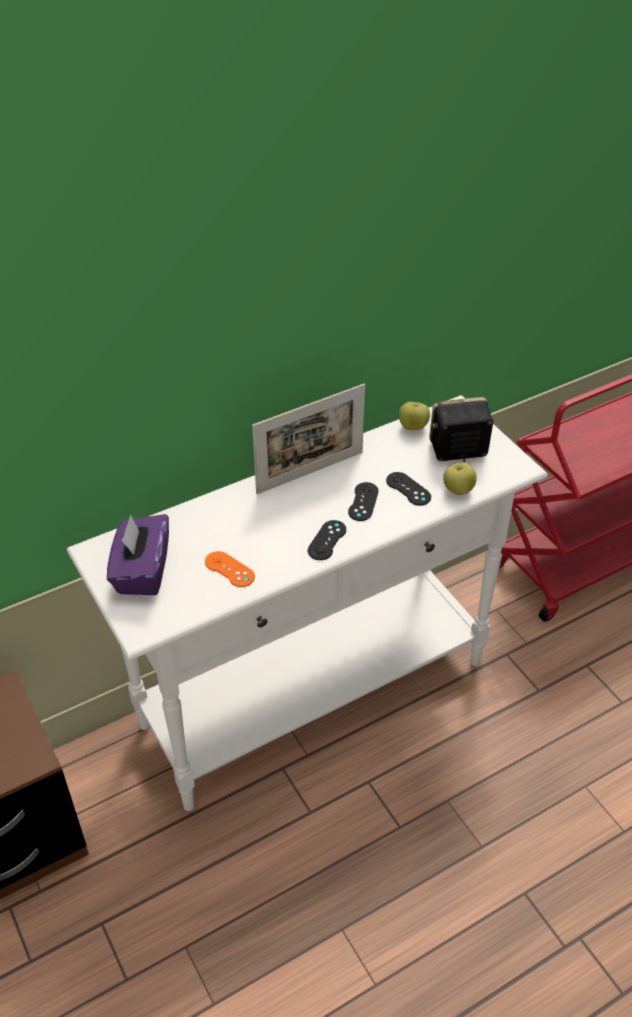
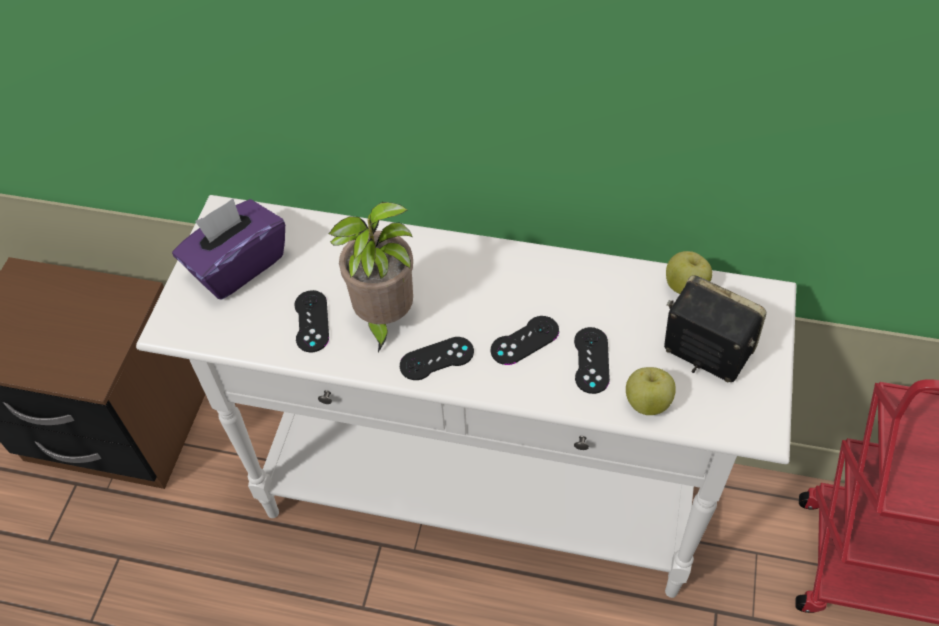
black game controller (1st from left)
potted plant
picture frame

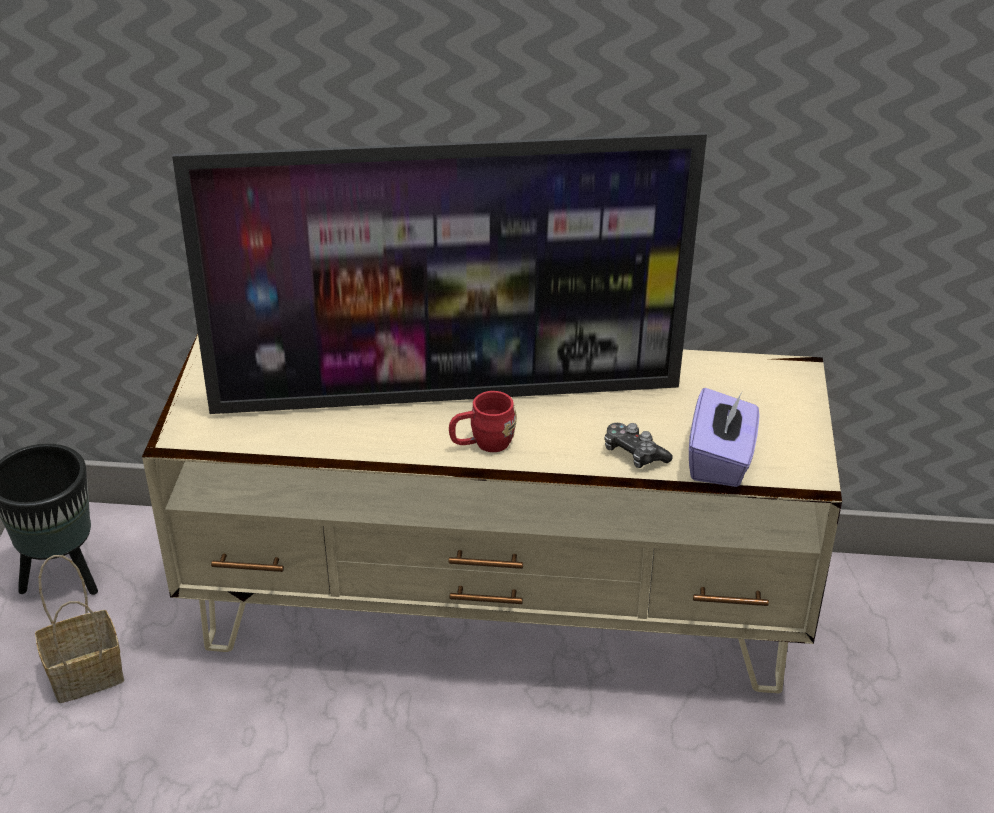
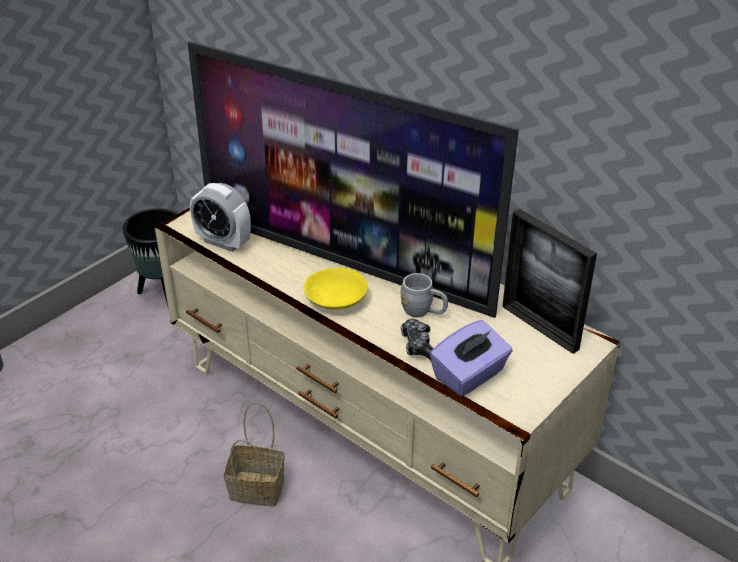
alarm clock
basket
yellow bowl
grey mug
picture frame

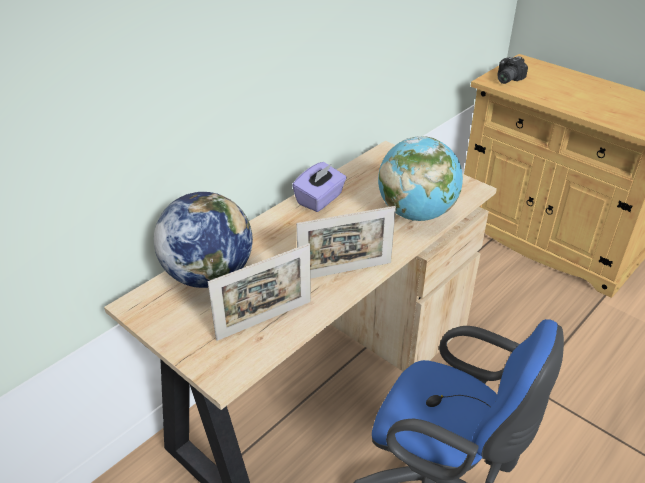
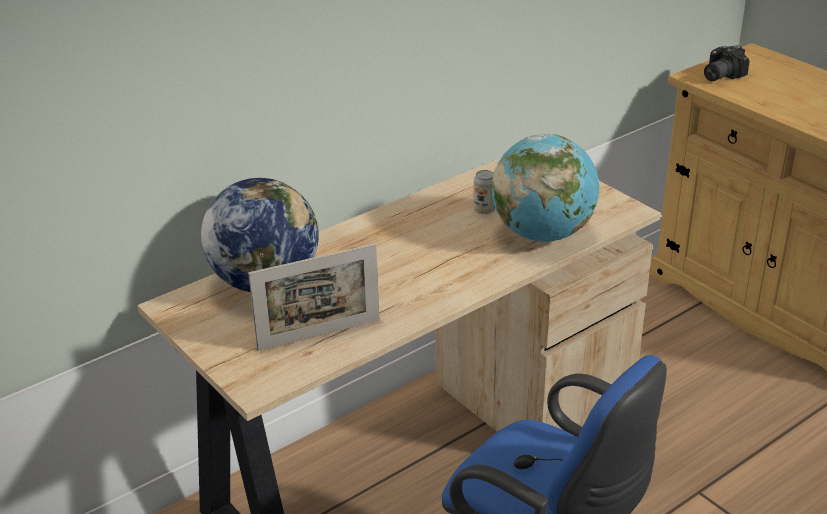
can
purple tissue box
picture frame (2nd from left in the first image)

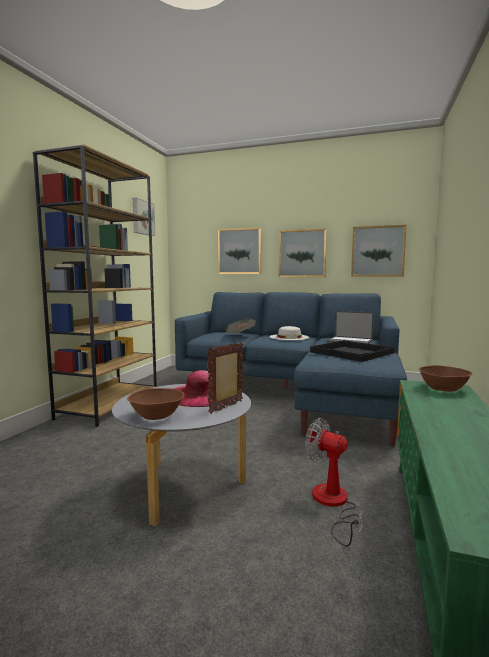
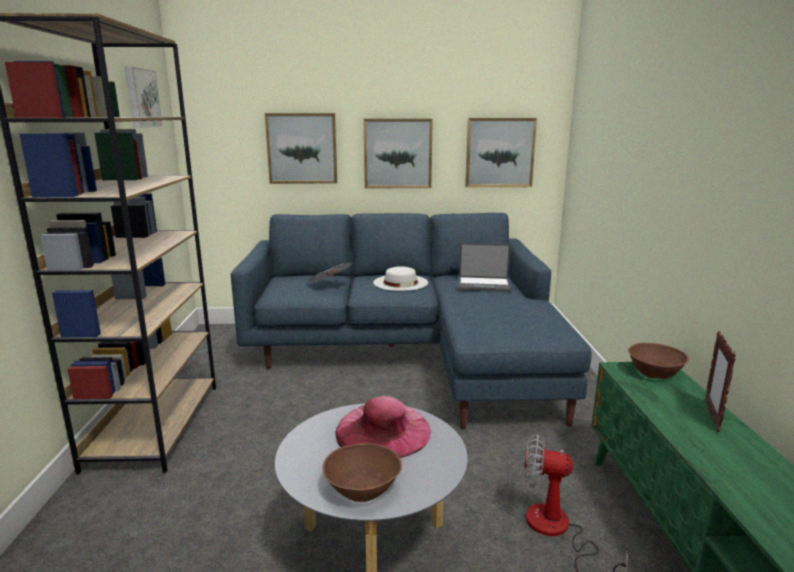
picture frame
black tray

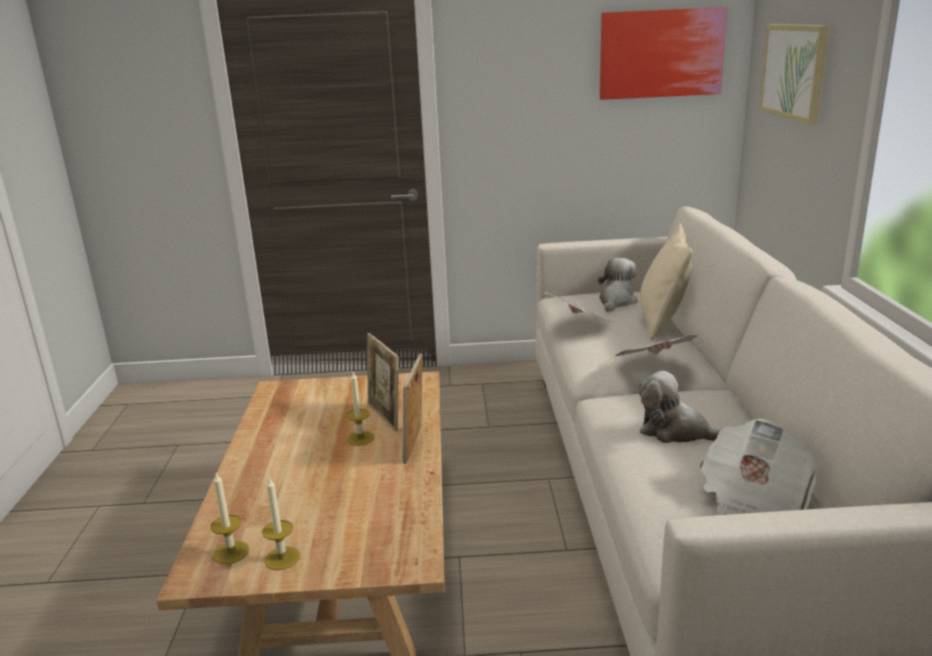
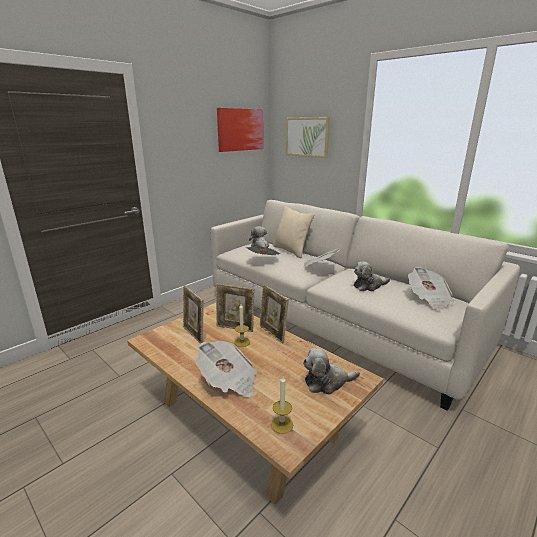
picture frame (1st from left)
newspaper (1st from left)
plush toy (2nd from left)
candle (2nd from left in the first image)

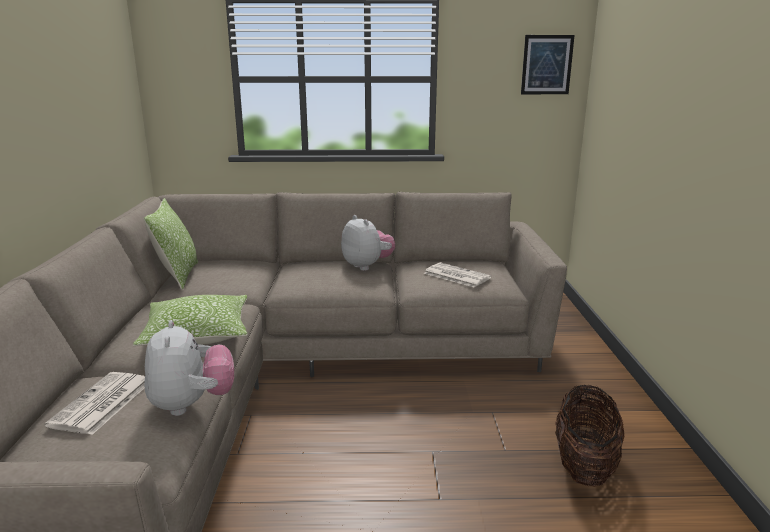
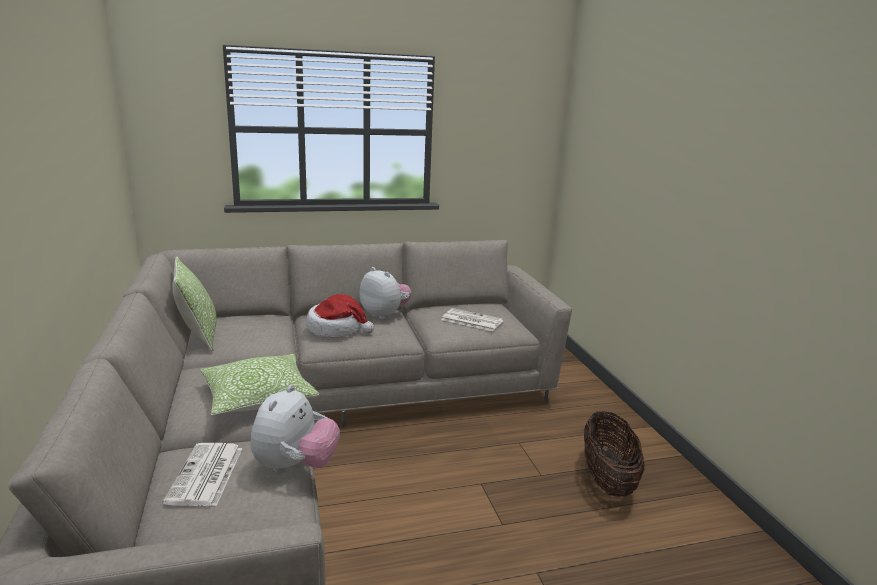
plush toy (1st from left)
hat
picture

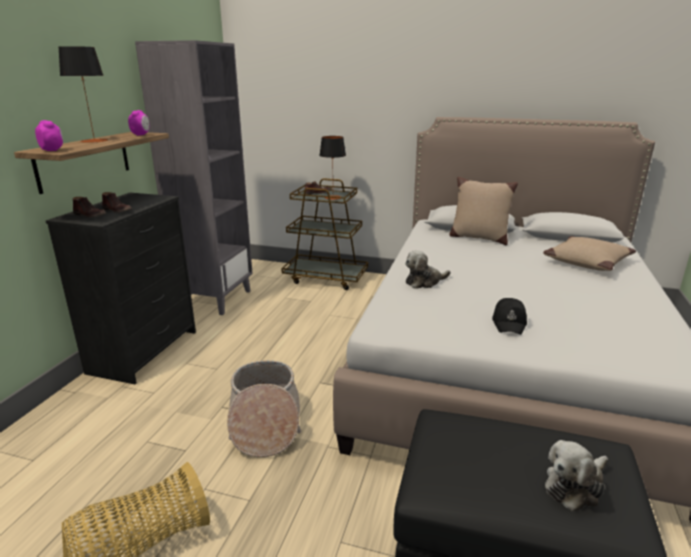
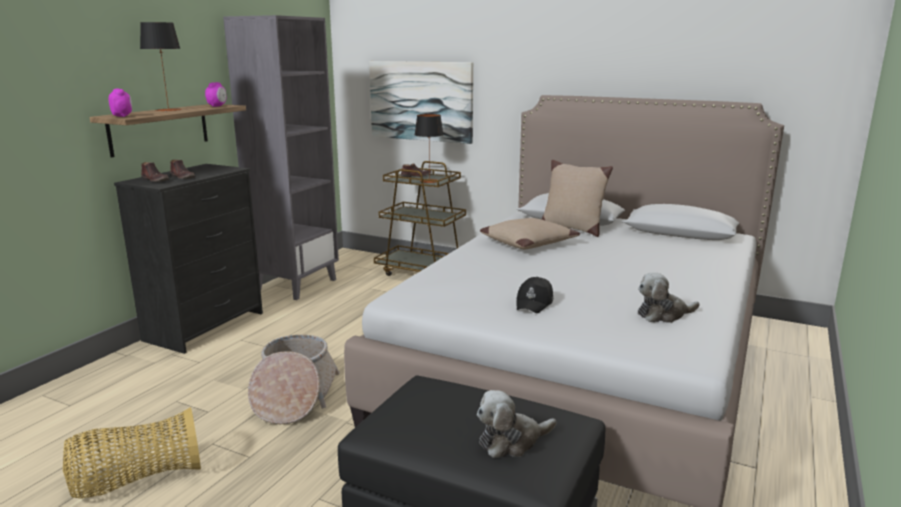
picture
beige pillow (1st from left)
plush toy (2nd from left)

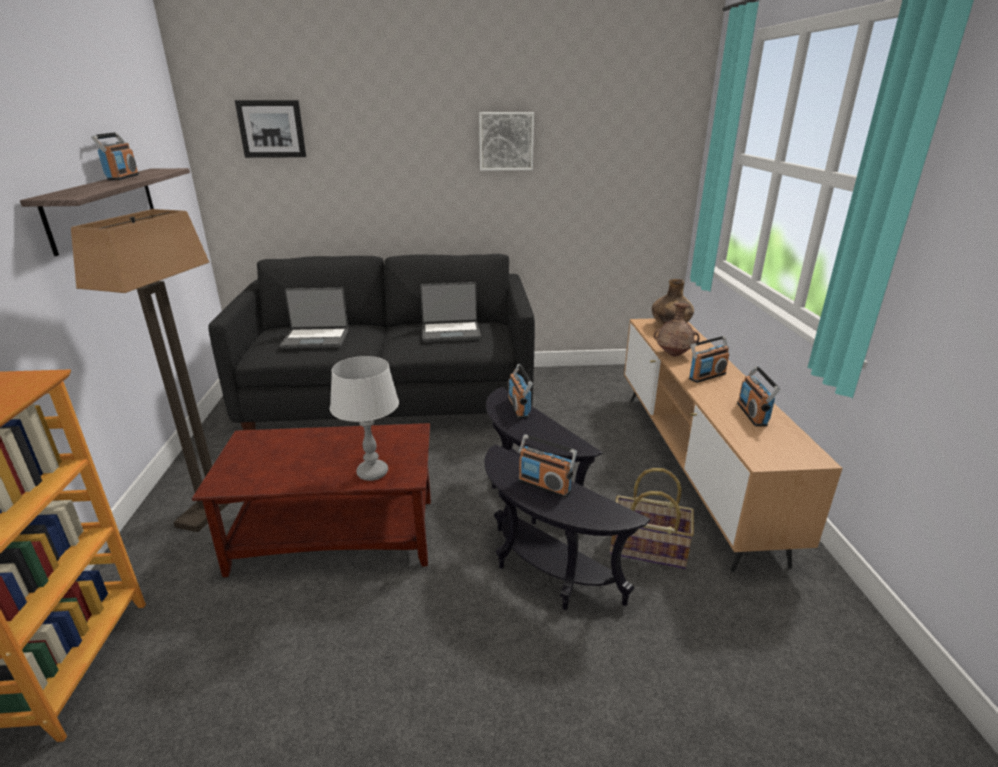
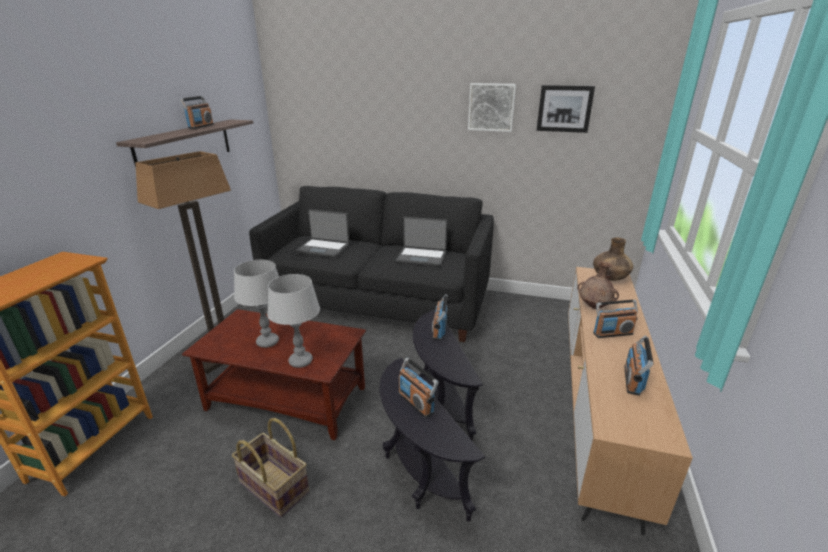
basket
grey table lamp (1st from left)
picture (2nd from left)

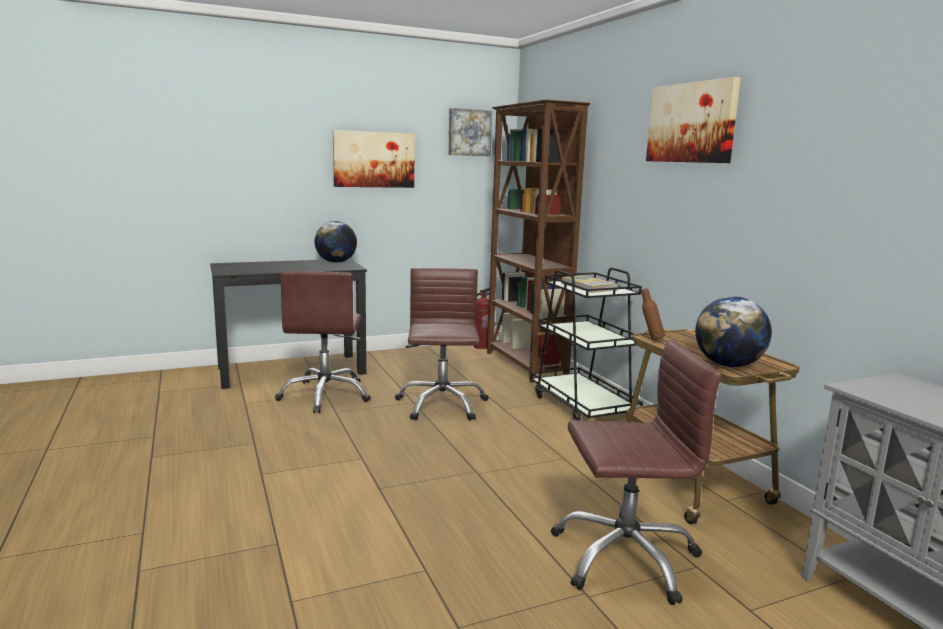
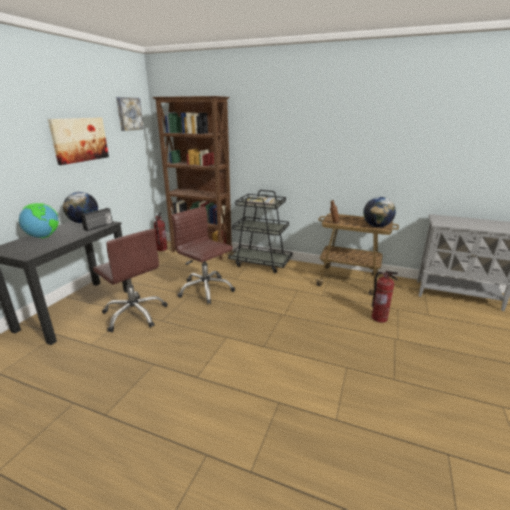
globe (1st from left)
radio
fire extinguisher (2nd from left)
picture (3rd from left in the first image)

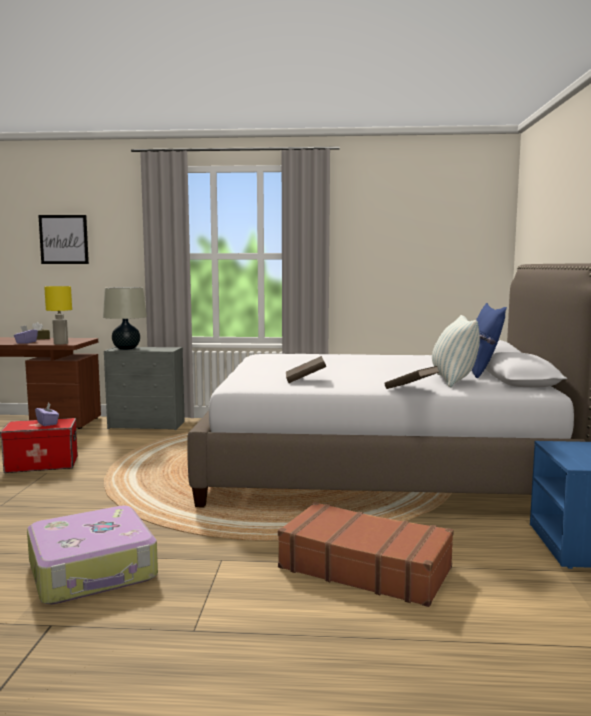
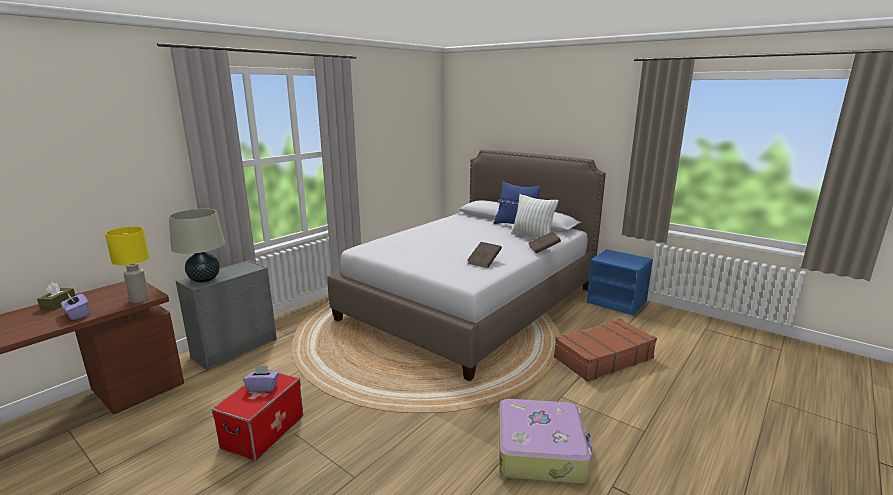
picture

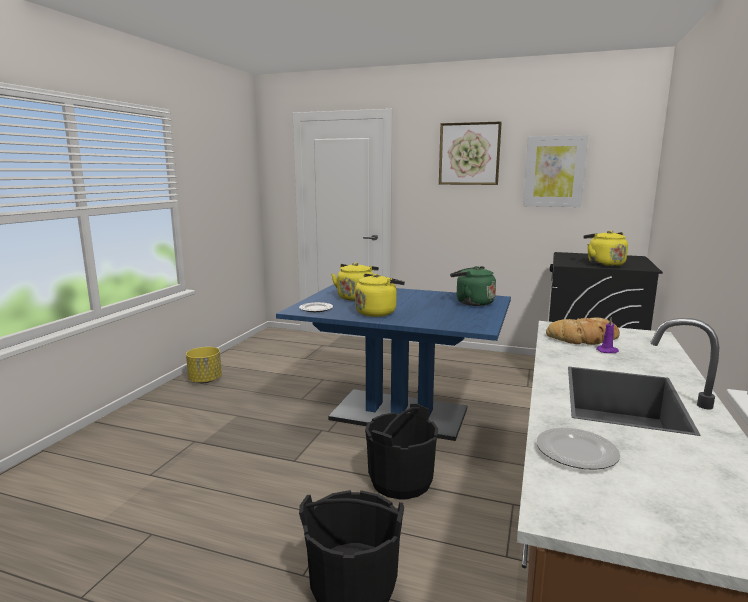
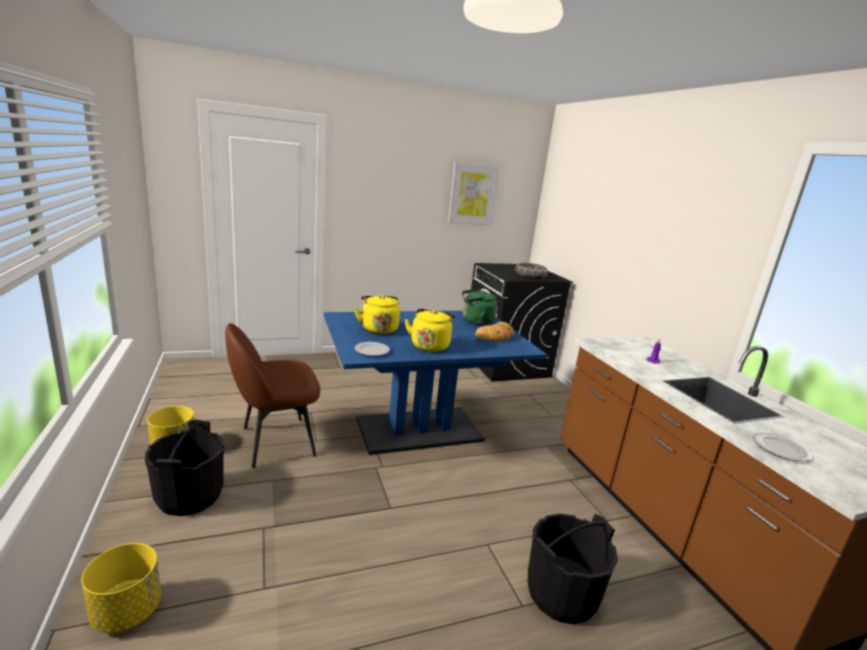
yellow planter (1st from left)
black bucket (1st from left)
brown chair
bread
bowl
picture (1st from left in the first image)

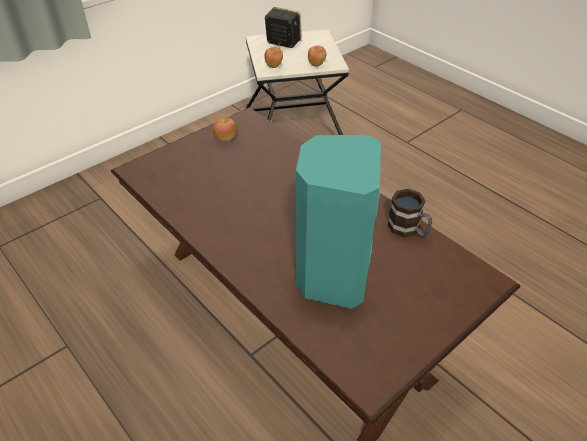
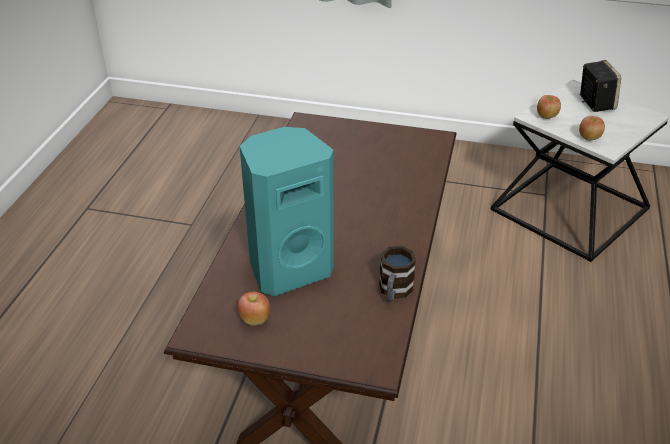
apple (1st from left)

